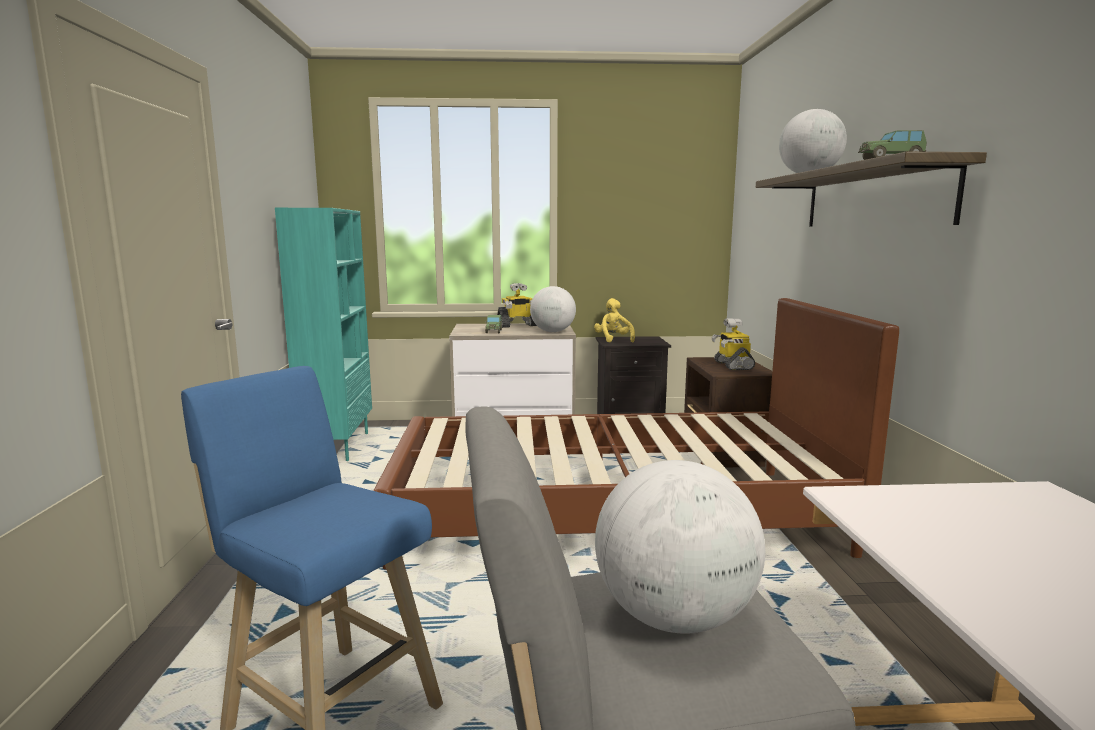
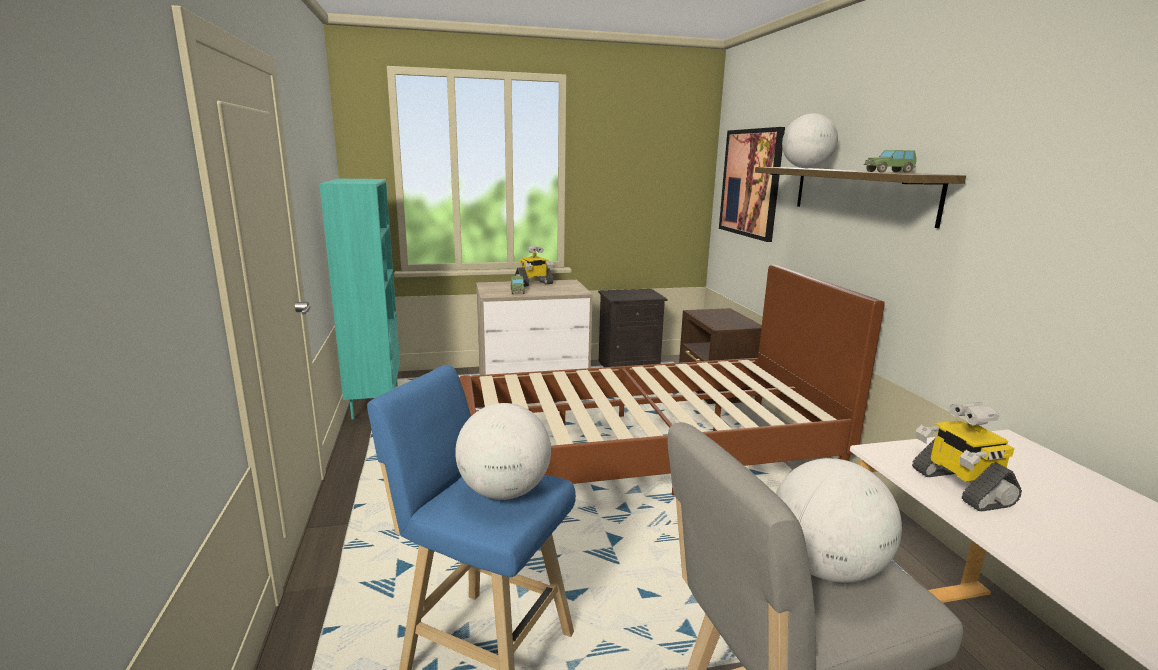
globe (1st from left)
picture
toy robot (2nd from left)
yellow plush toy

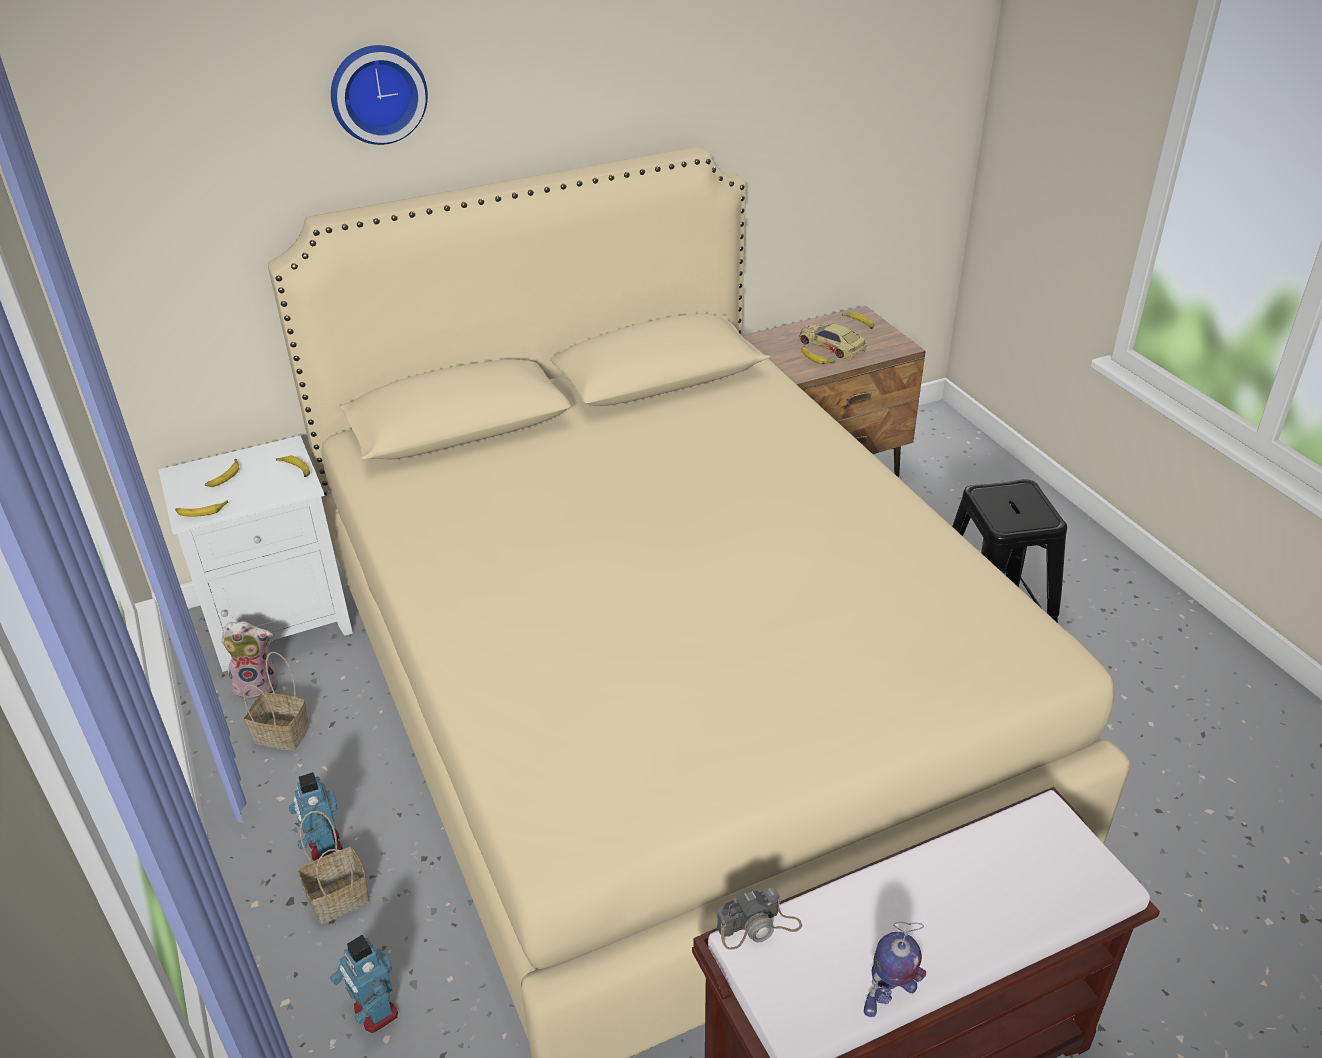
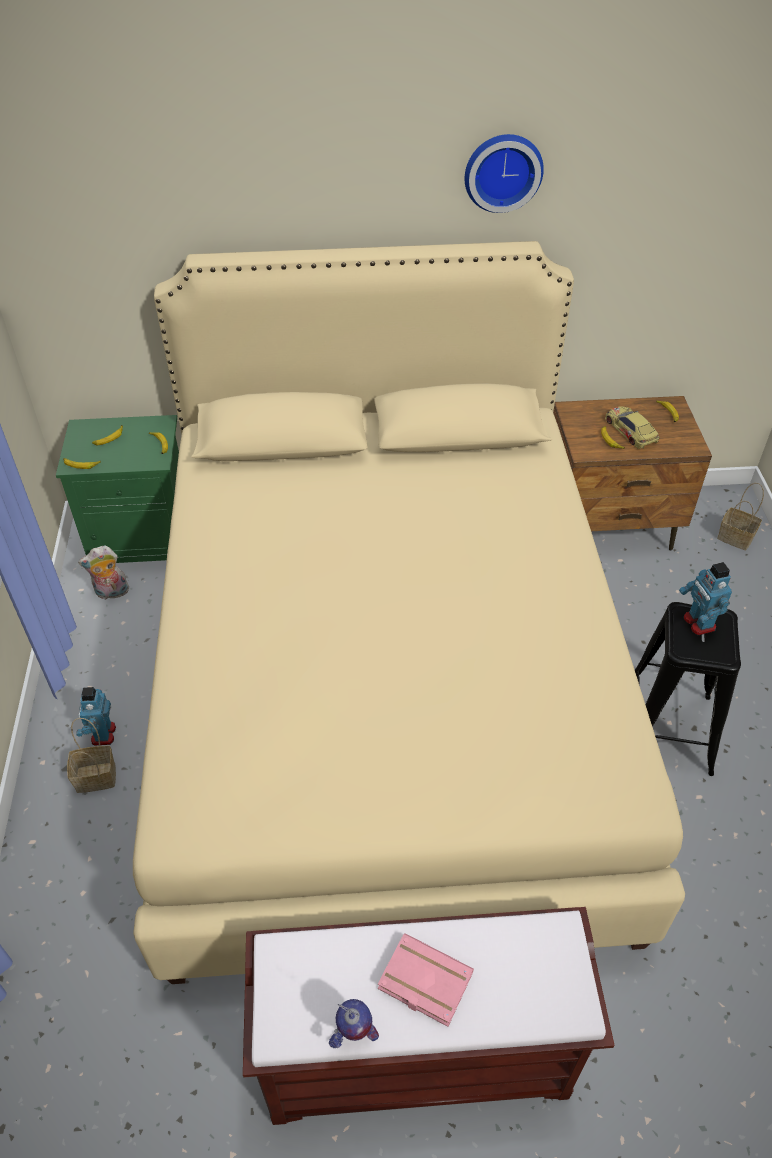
green nightstand
plush toy
pink book
wall clock
toy robot (3rd from left)
basket (2nd from left)
photo camera

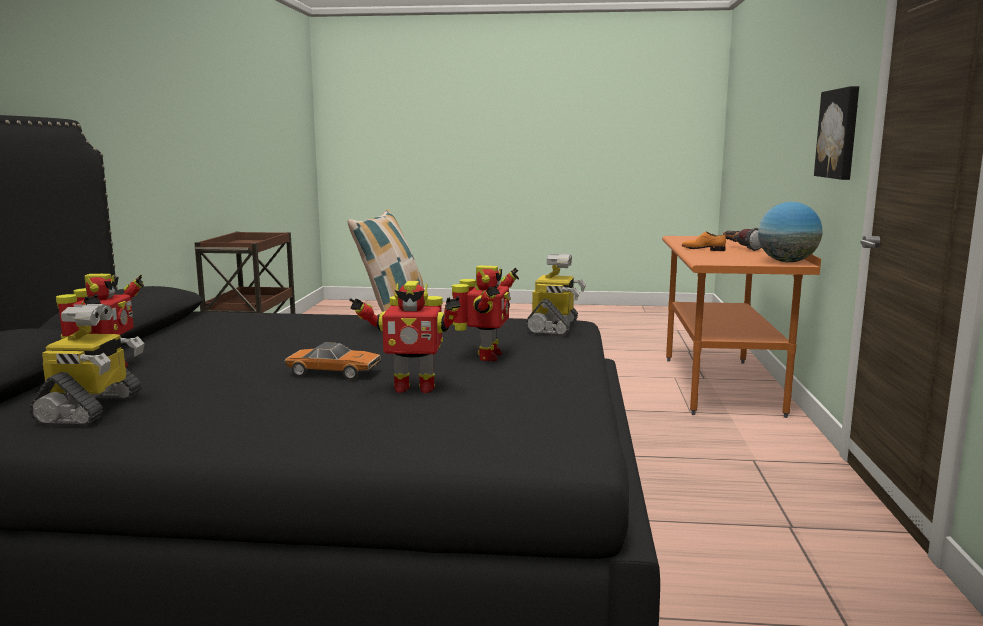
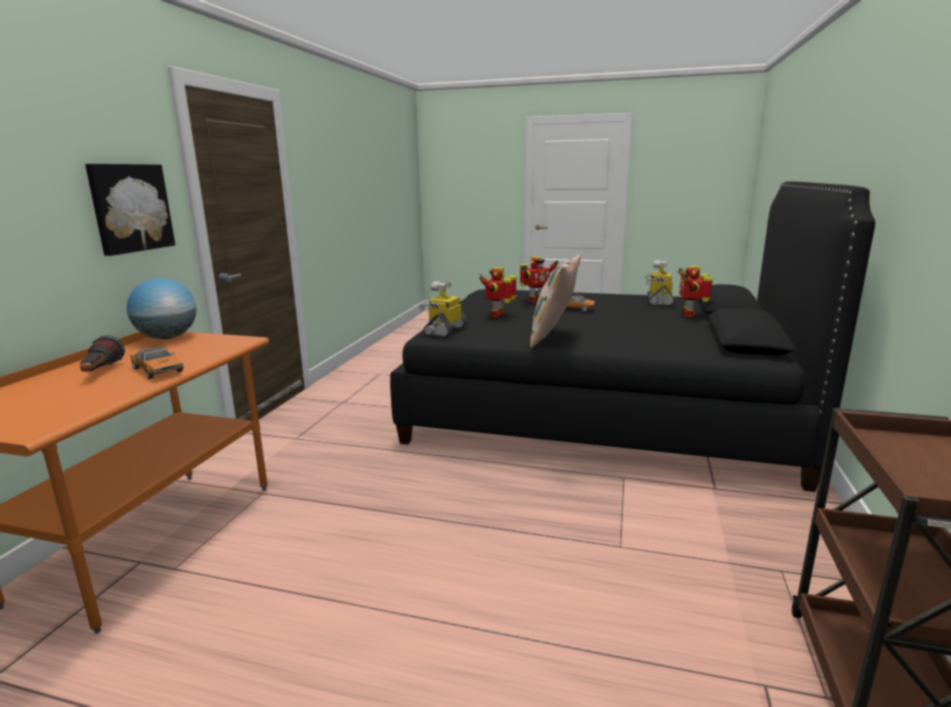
toy car (1st from left)
toy robot (3rd from left)

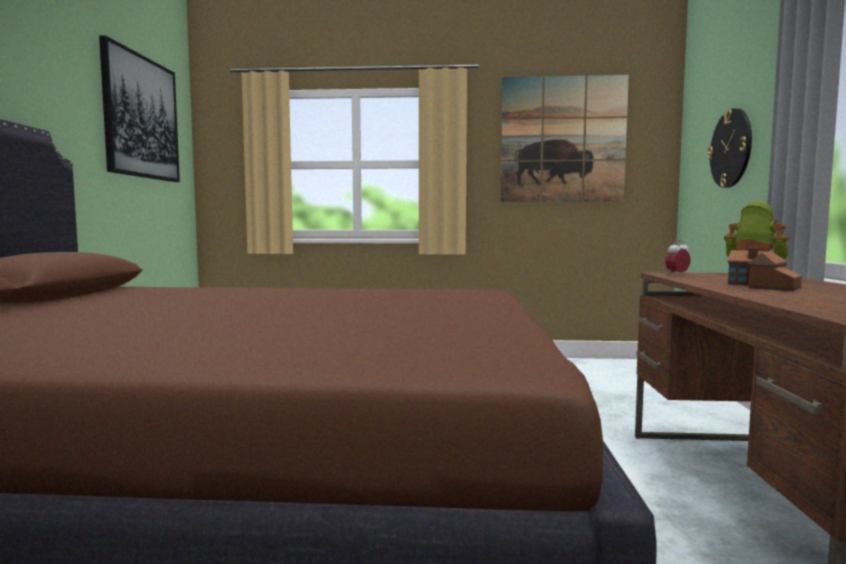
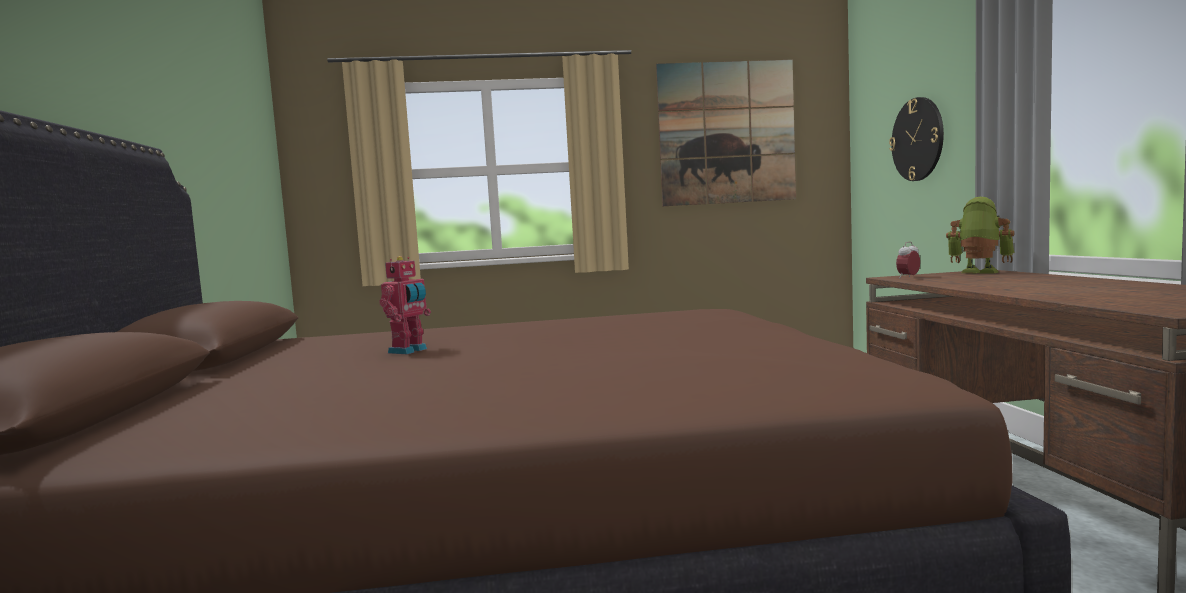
toy robot (1st from left)
picture (1st from left in the first image)
toy house

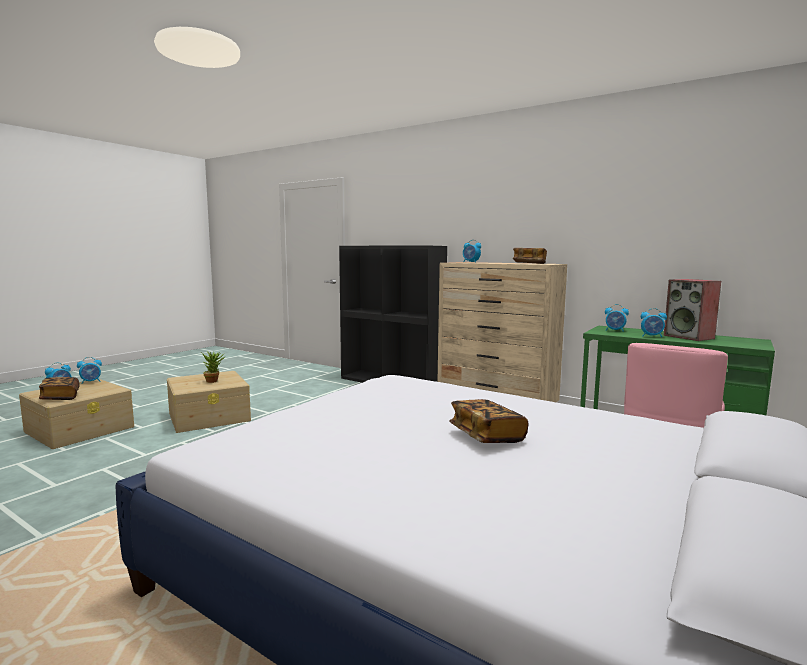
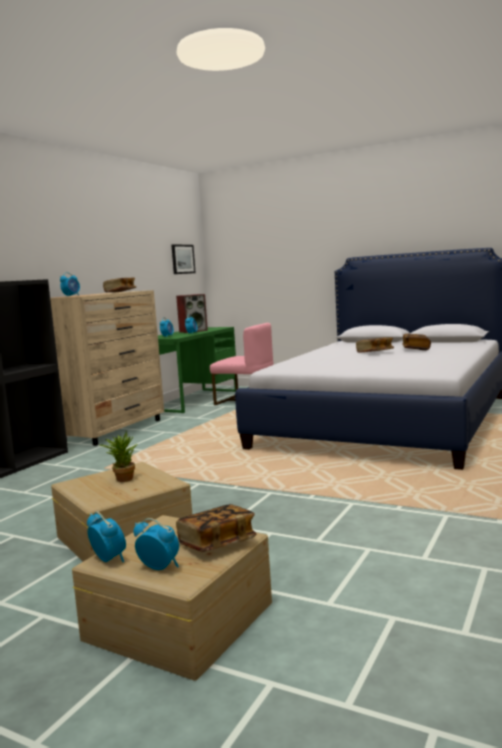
picture
book (4th from left)

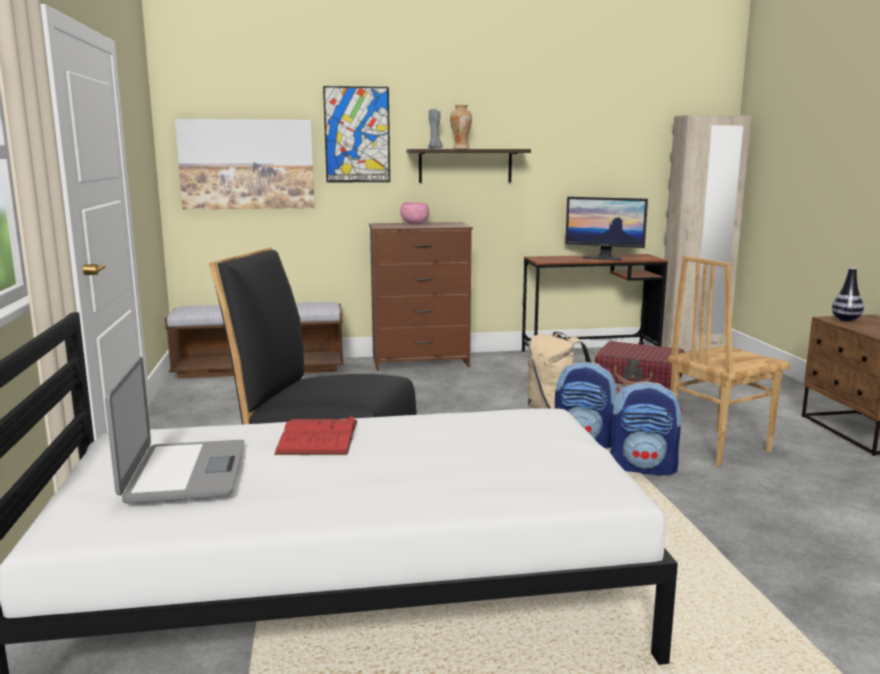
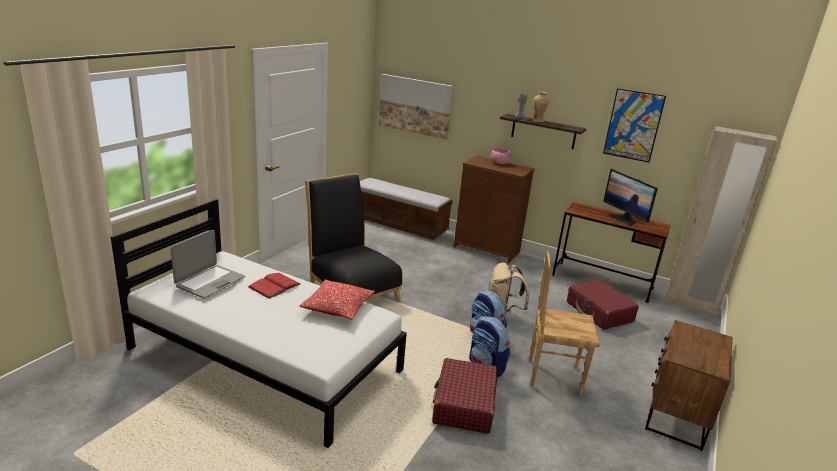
pillow
red suitcase (1st from left)
picture (2nd from left)
vase (2nd from left in the first image)

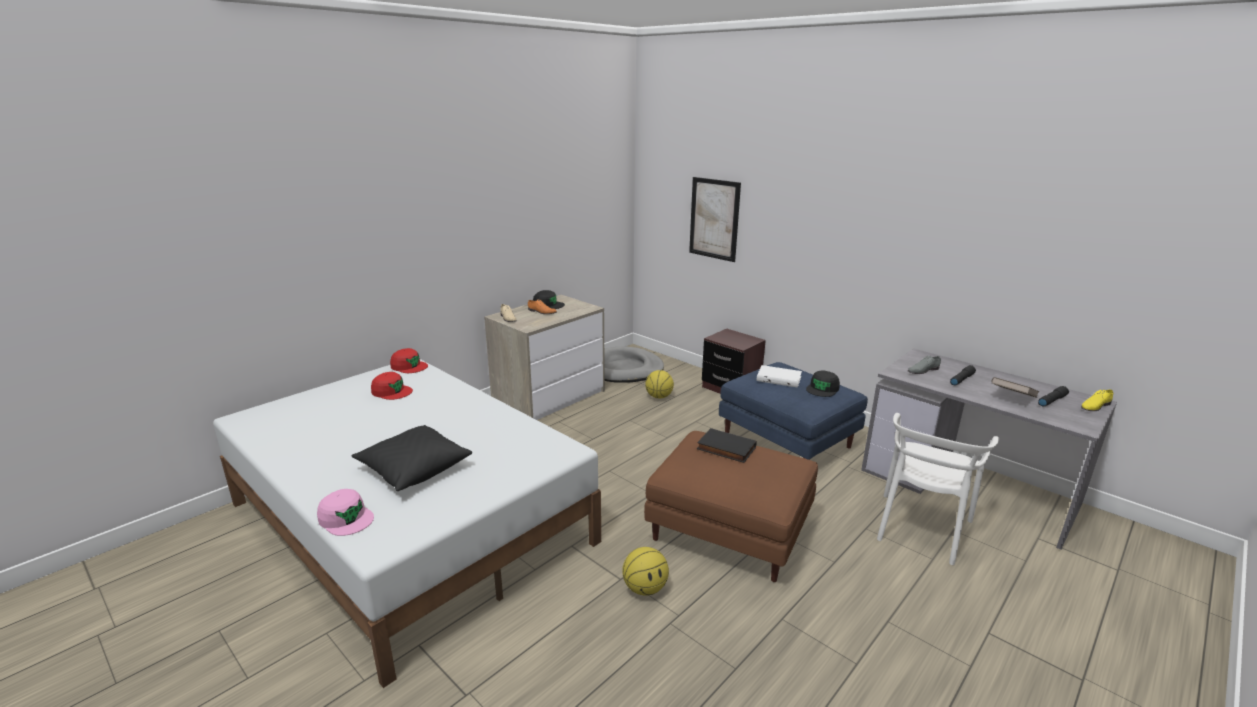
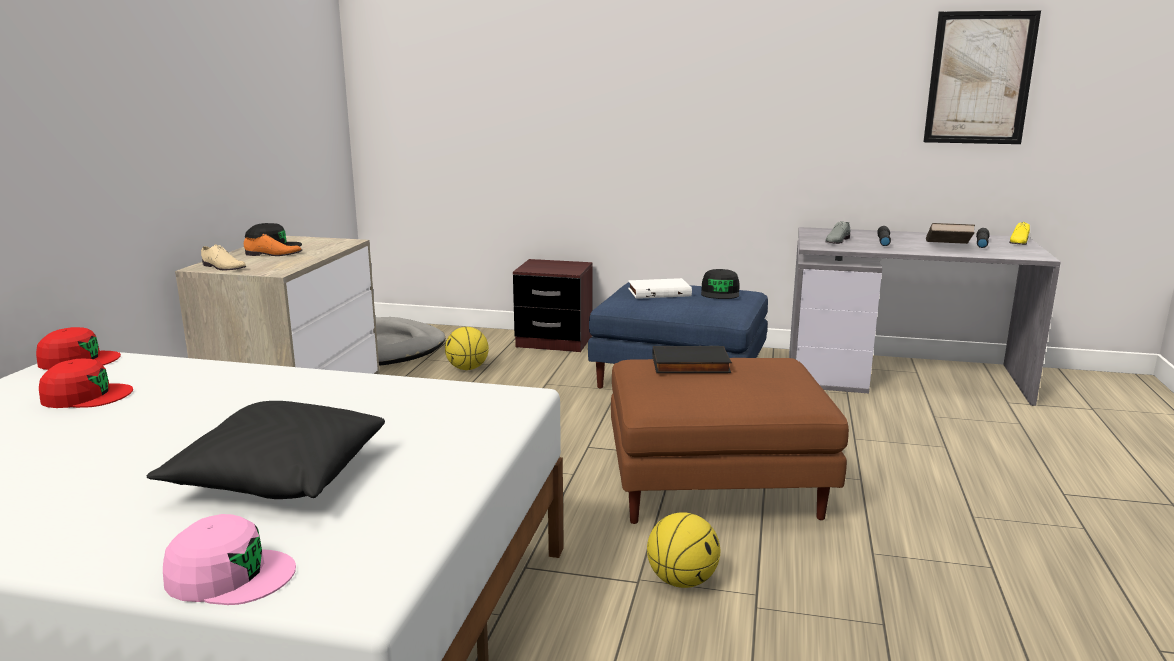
picture
white chair

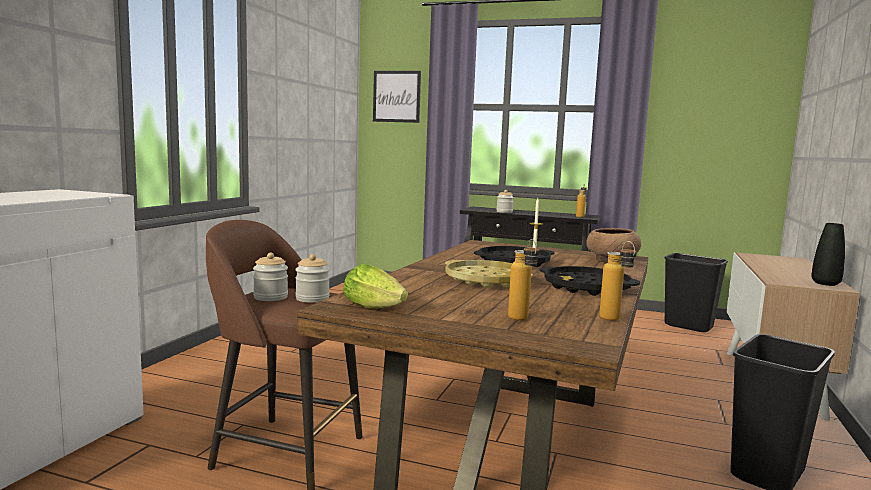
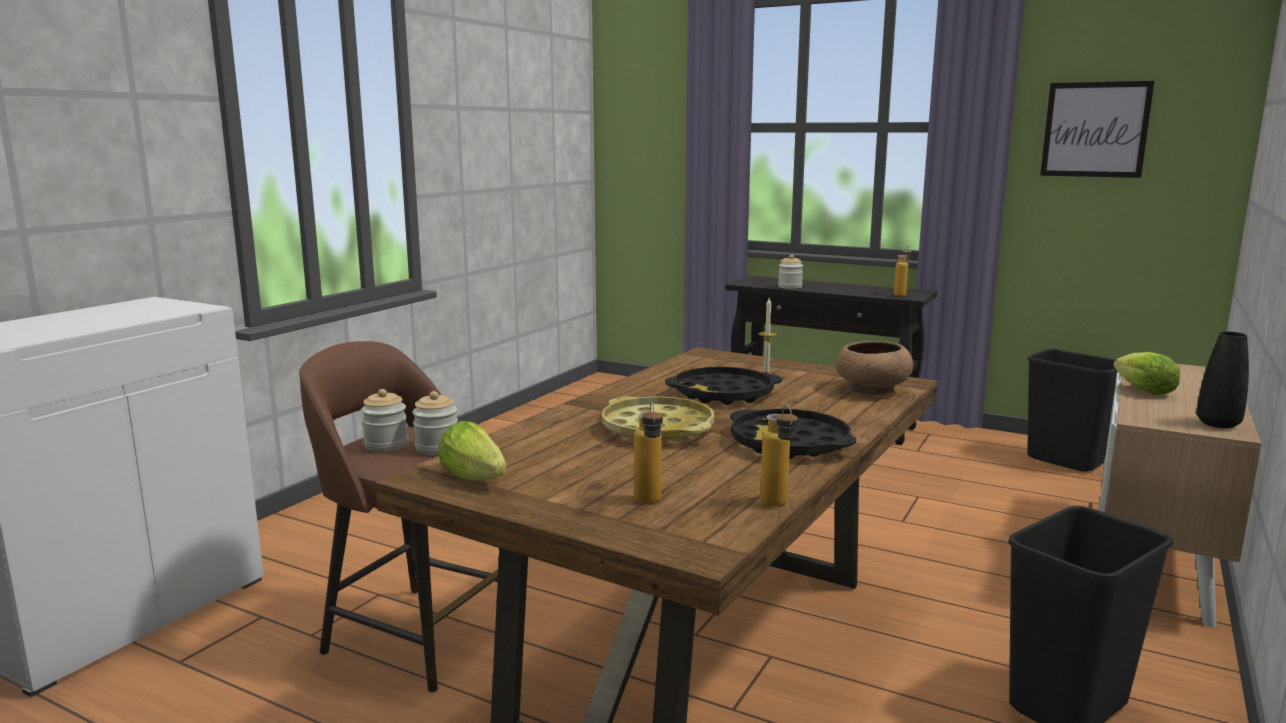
picture
lettuce (2nd from left)

